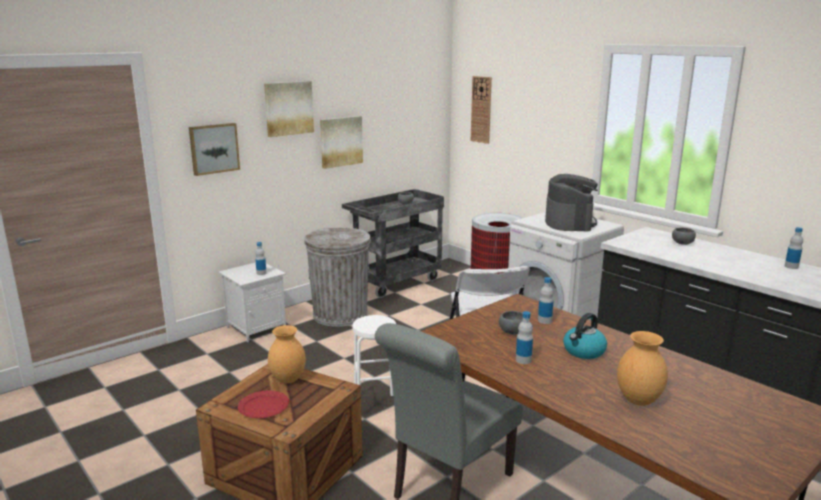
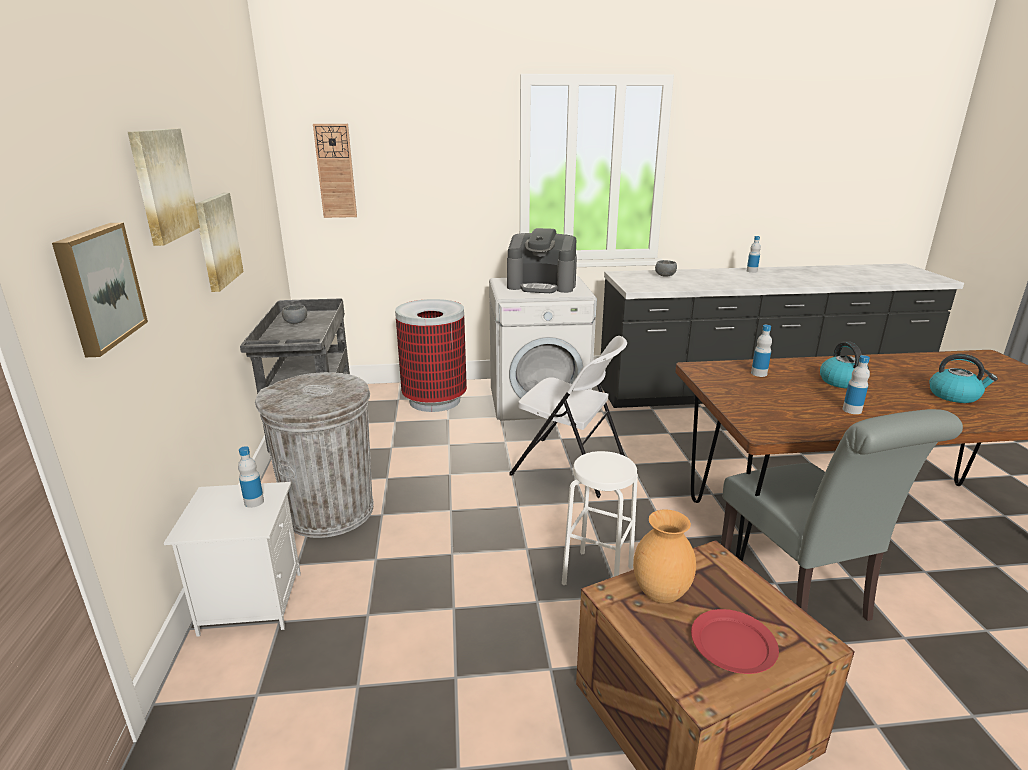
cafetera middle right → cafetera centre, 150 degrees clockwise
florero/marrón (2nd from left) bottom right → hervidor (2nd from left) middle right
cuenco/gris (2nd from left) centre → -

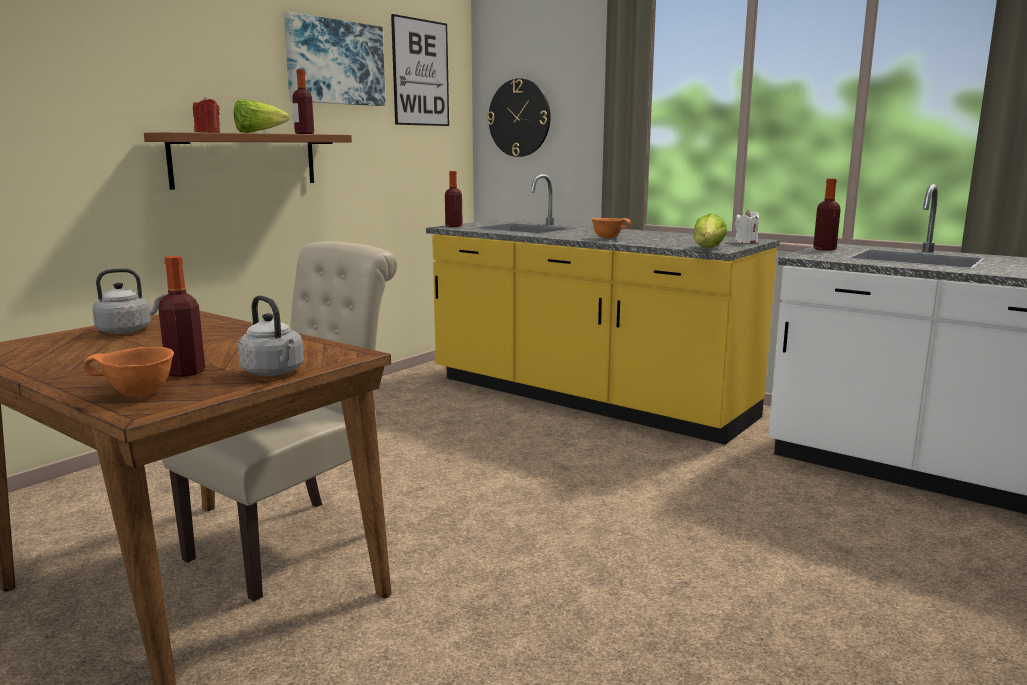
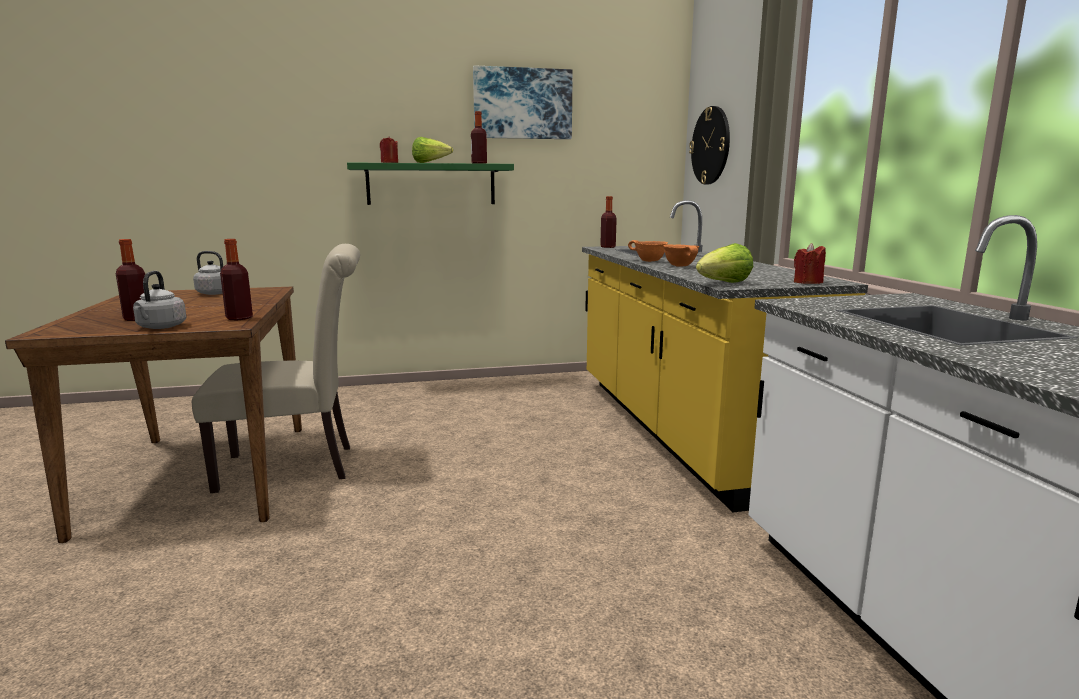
botella (4th from left in the first image) top right → botella (2nd from left) middle left, move
estante/marrón top left → estante/verde top centre
cuenco/naranja (1st from left) middle left → cuenco/naranja (1st from left) centre, move
vela/blanco top right → vela/rojo (2nd from left) middle right
cuadro (2nd from left) top centre → -

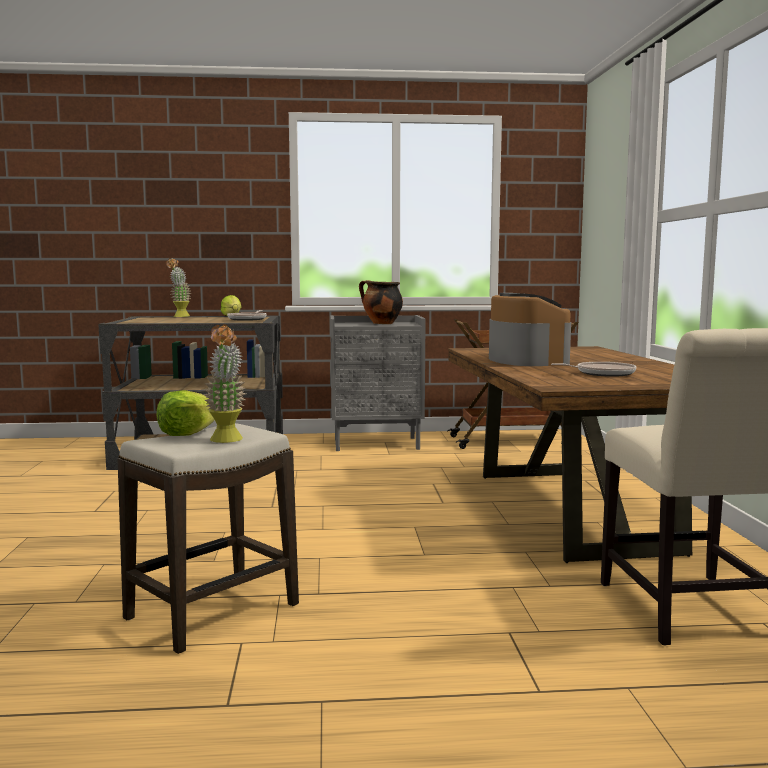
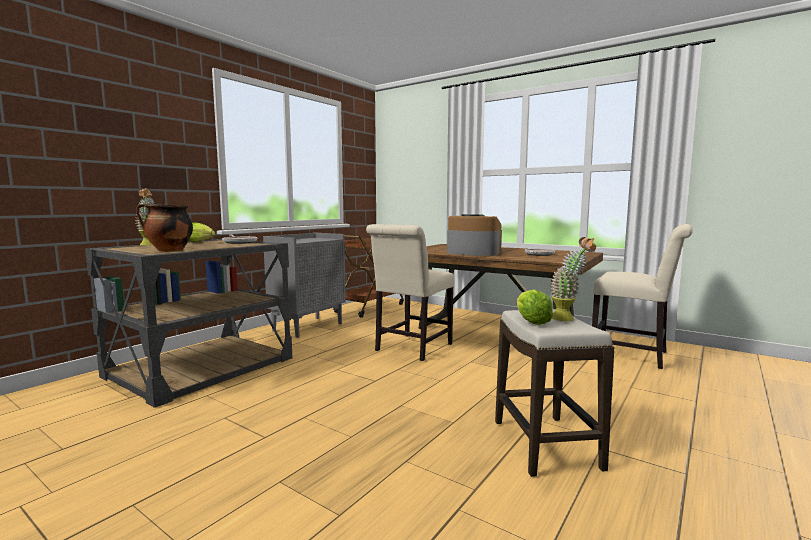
olla centre → olla middle left, move
- → silla/beis (1st from left) centre

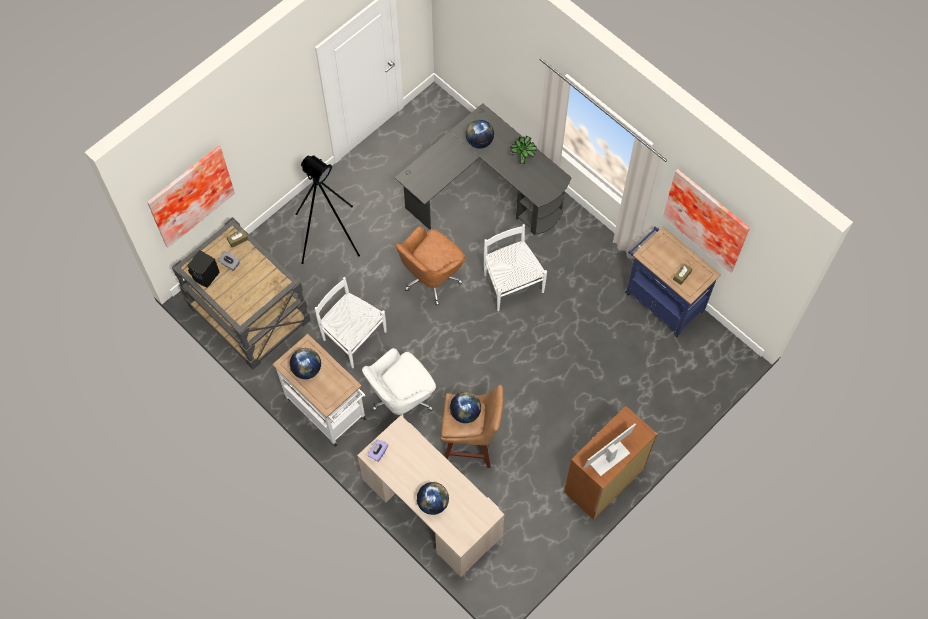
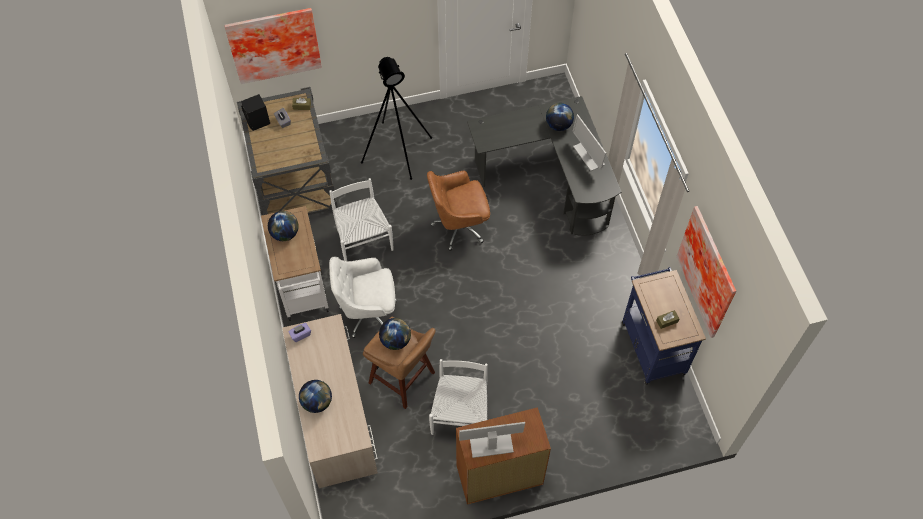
silla/blanco (2nd from left) centre → silla/blanco (2nd from left) bottom centre, move
planta en maceta top centre → monitor (2nd from left) top centre

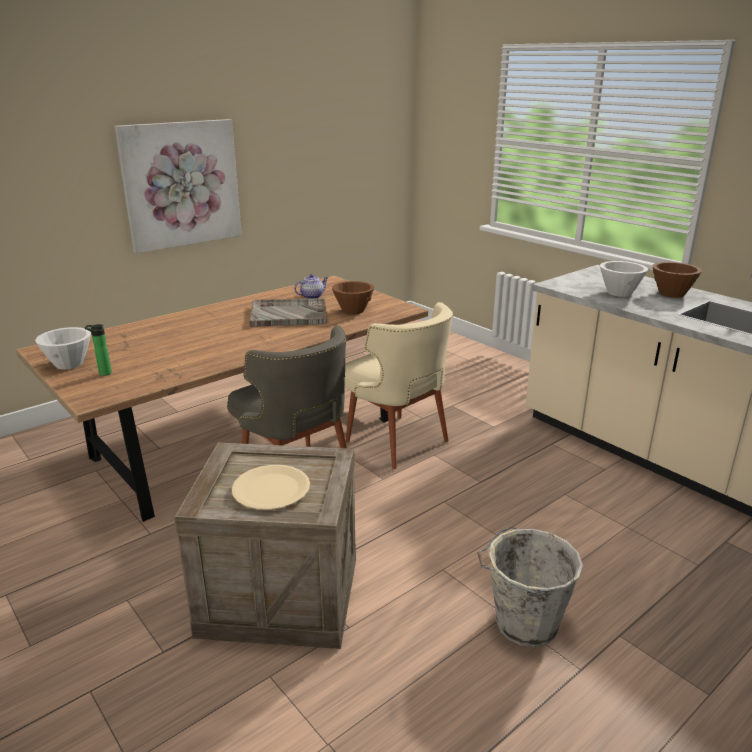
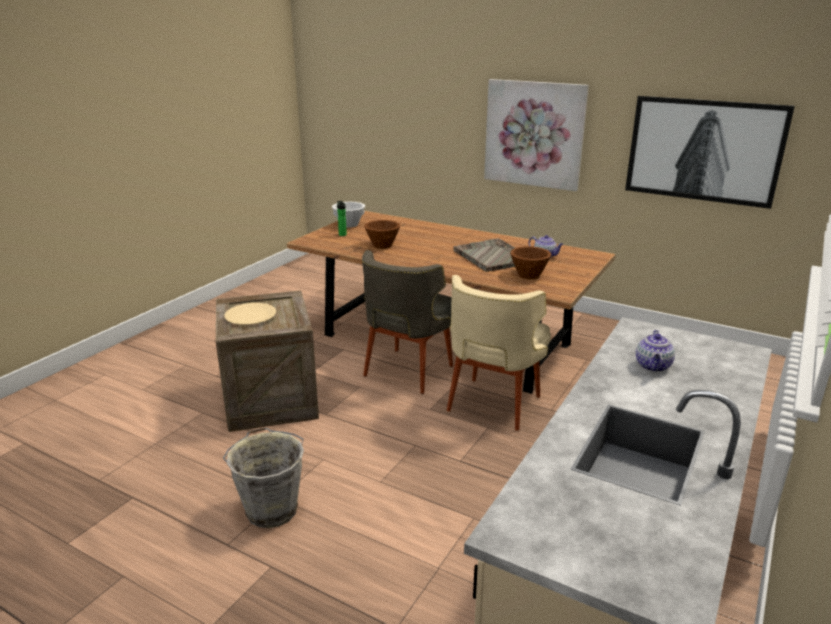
cuenco/marrón (2nd from left in the first image) middle right → cuenco/marrón (1st from left) centre, move
- → cuadro (2nd from left) top right
cuenco/blanco (2nd from left) middle right → tetera (2nd from left) middle right

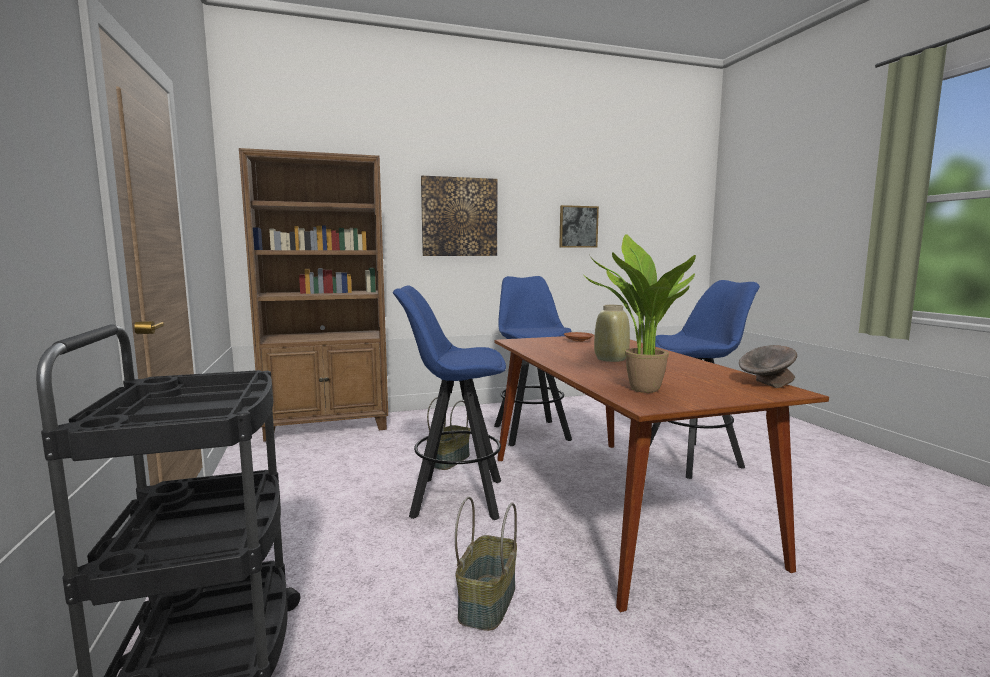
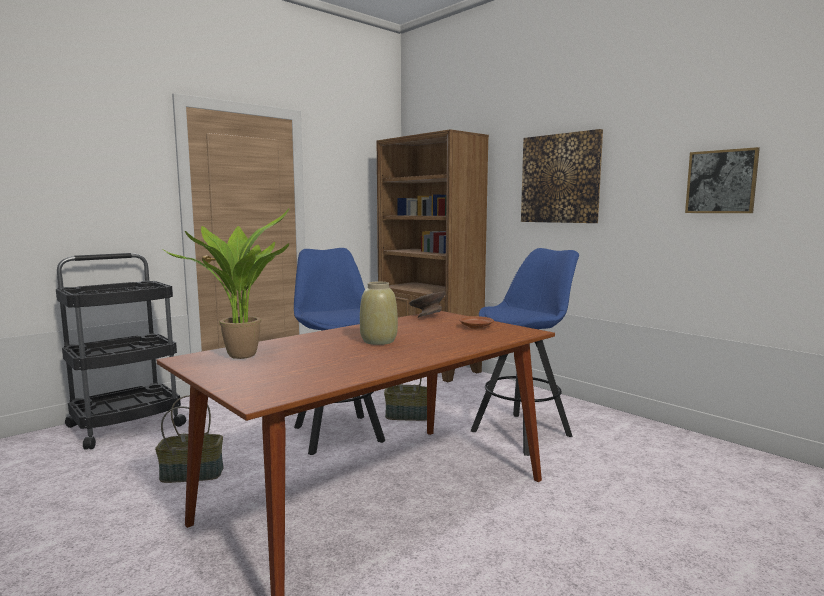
cuenco/gris middle right → cuenco/gris centre, move
taburete/azul (3rd from left) middle right → -

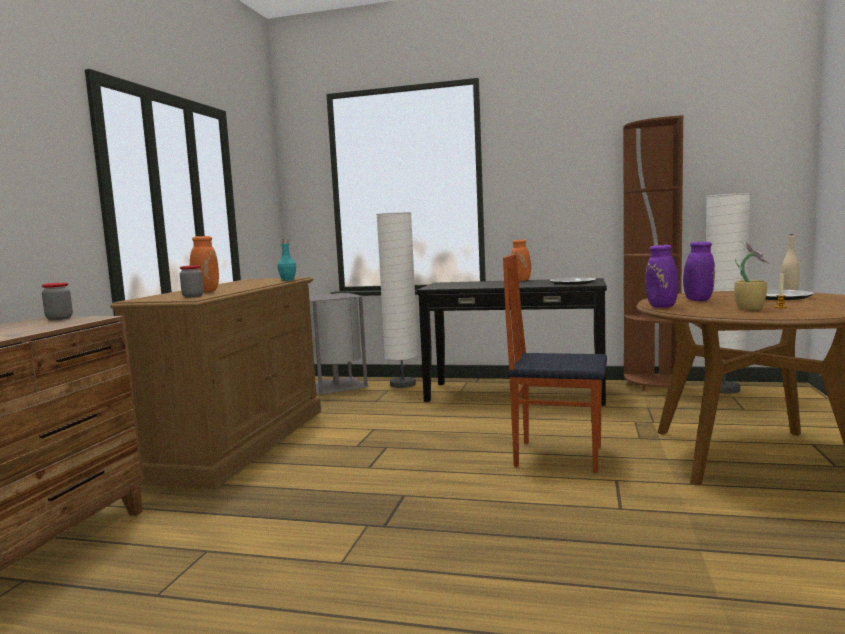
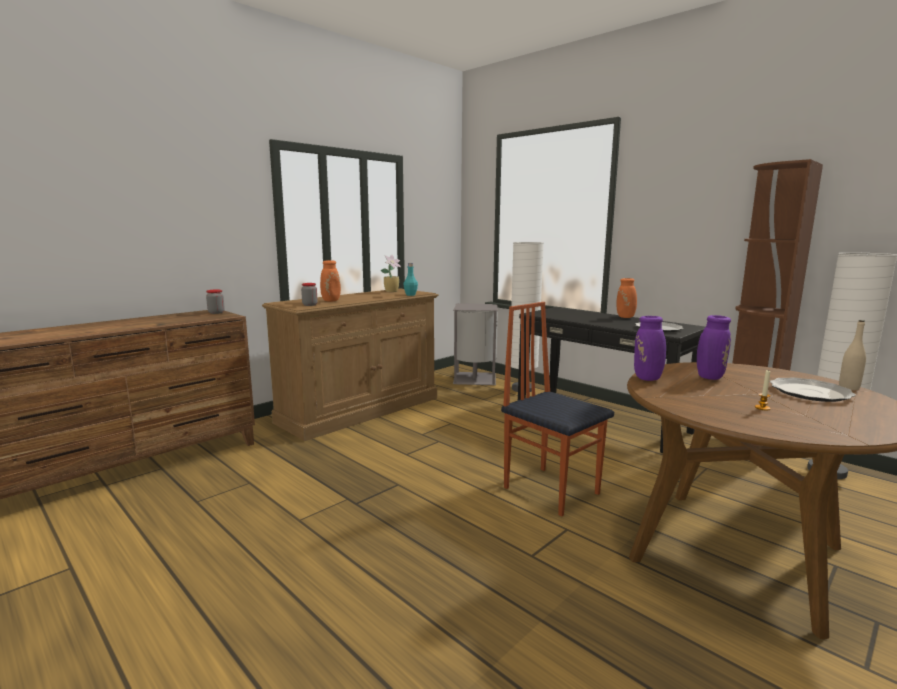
planta en maceta middle right → planta en maceta centre, move

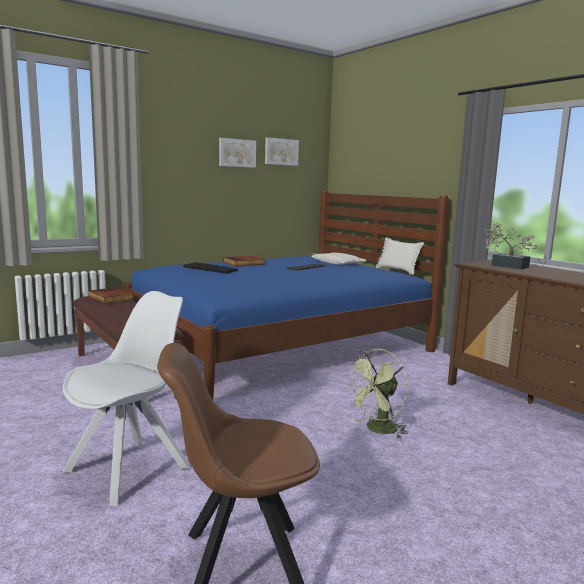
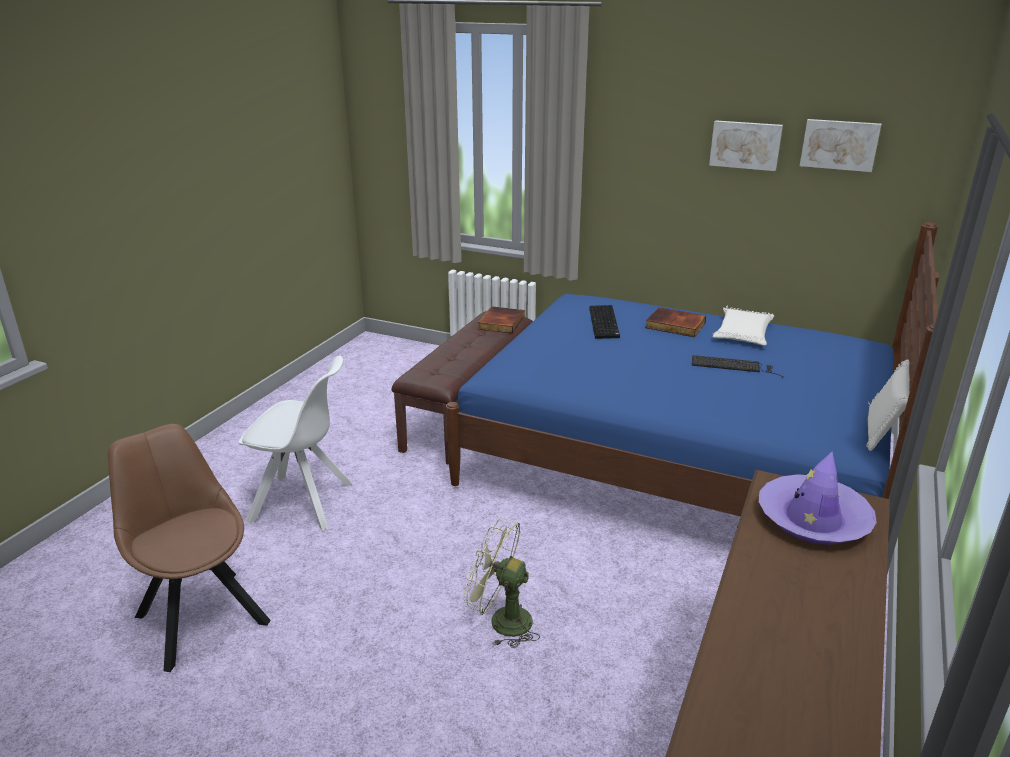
cojín/blanco (1st from left) centre → cojín/blanco (1st from left) middle right, move
planta en maceta middle right → sombrero/morado middle right

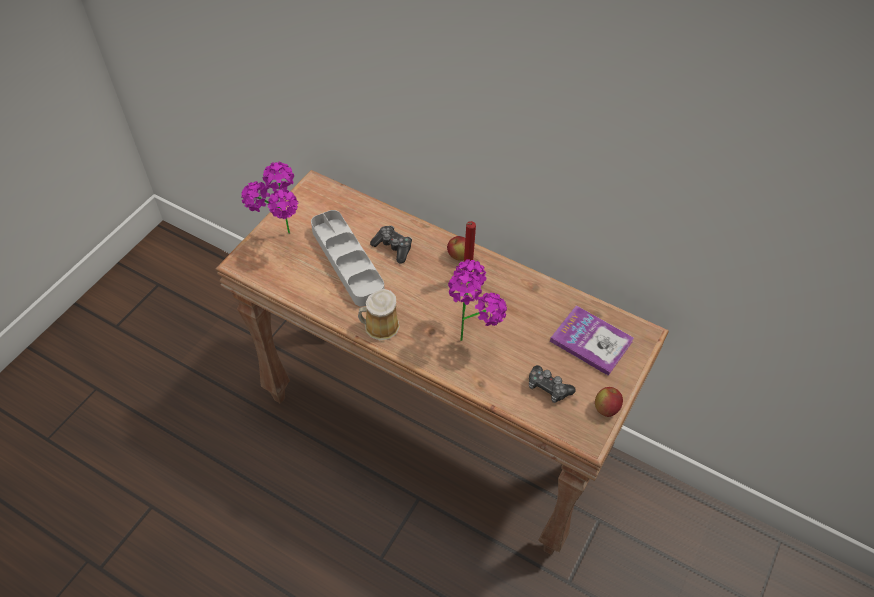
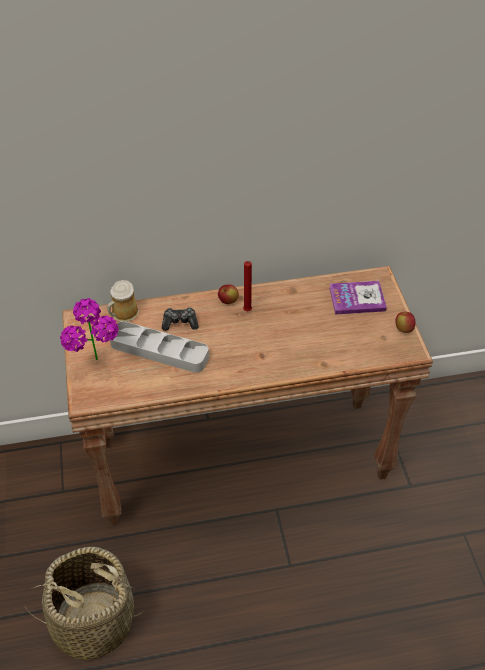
- → cesta bottom left
taza grande centre → taza grande middle left, move
planta en maceta (2nd from left) centre → -
mando de consola (2nd from left) centre → -

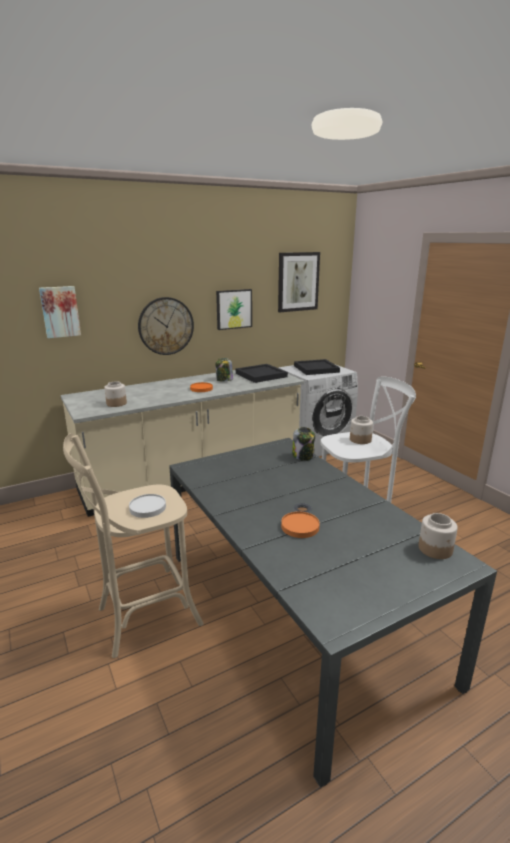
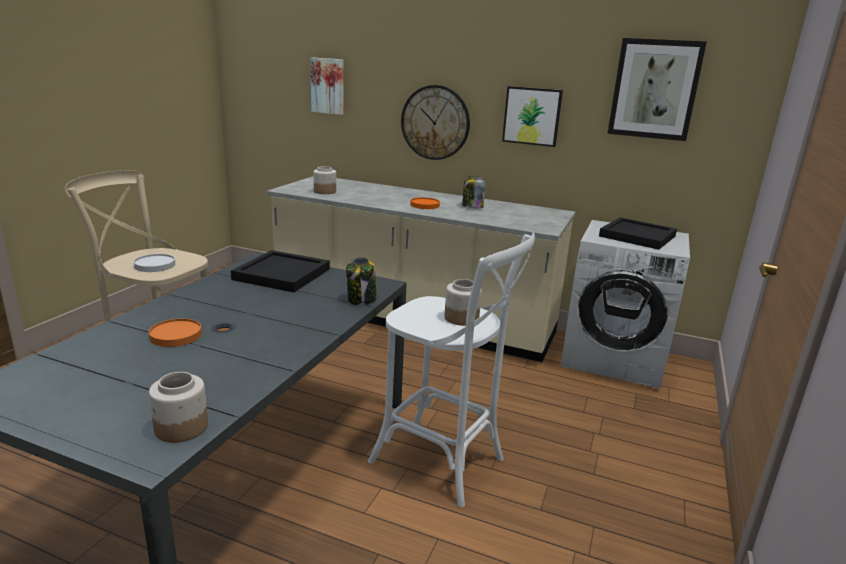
bandeja/negro (1st from left) centre → bandeja/negro (1st from left) middle left, move

